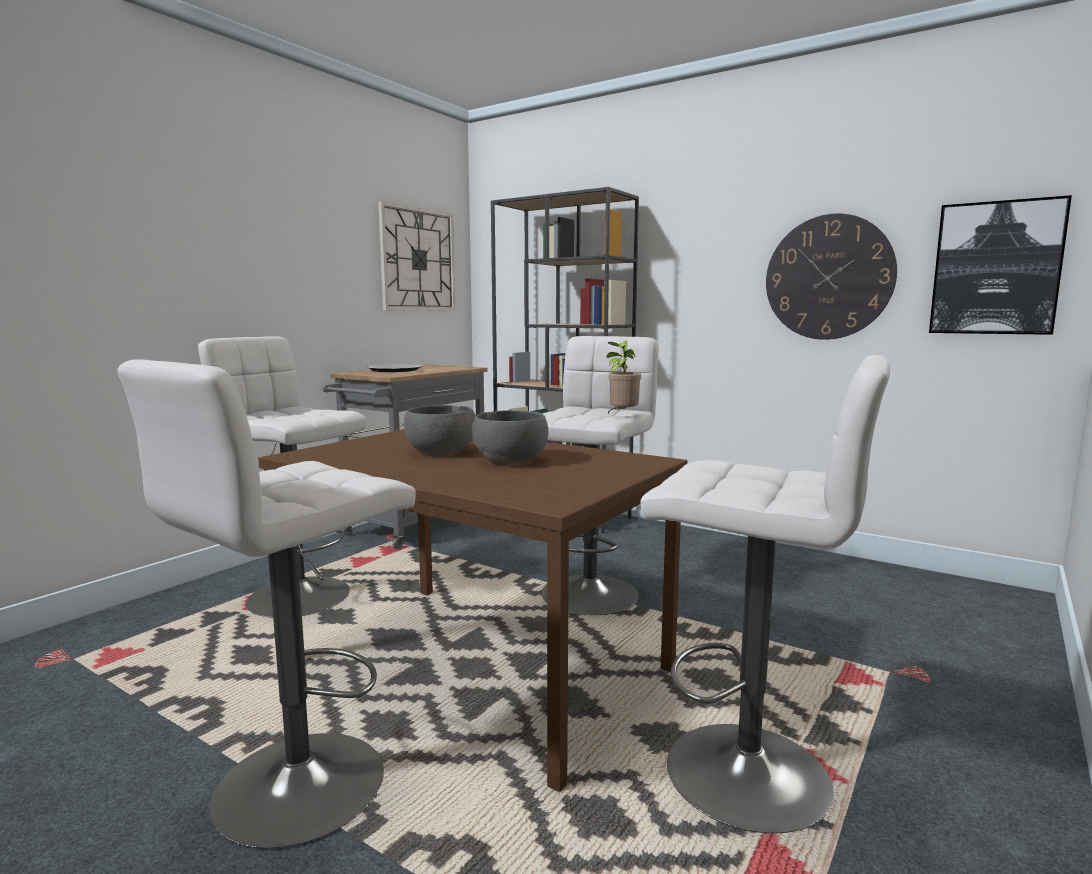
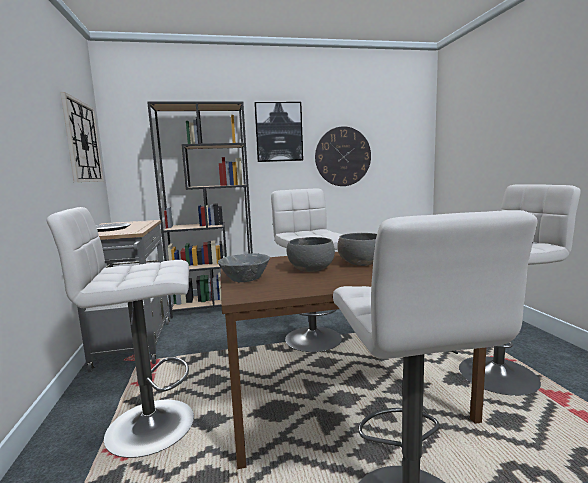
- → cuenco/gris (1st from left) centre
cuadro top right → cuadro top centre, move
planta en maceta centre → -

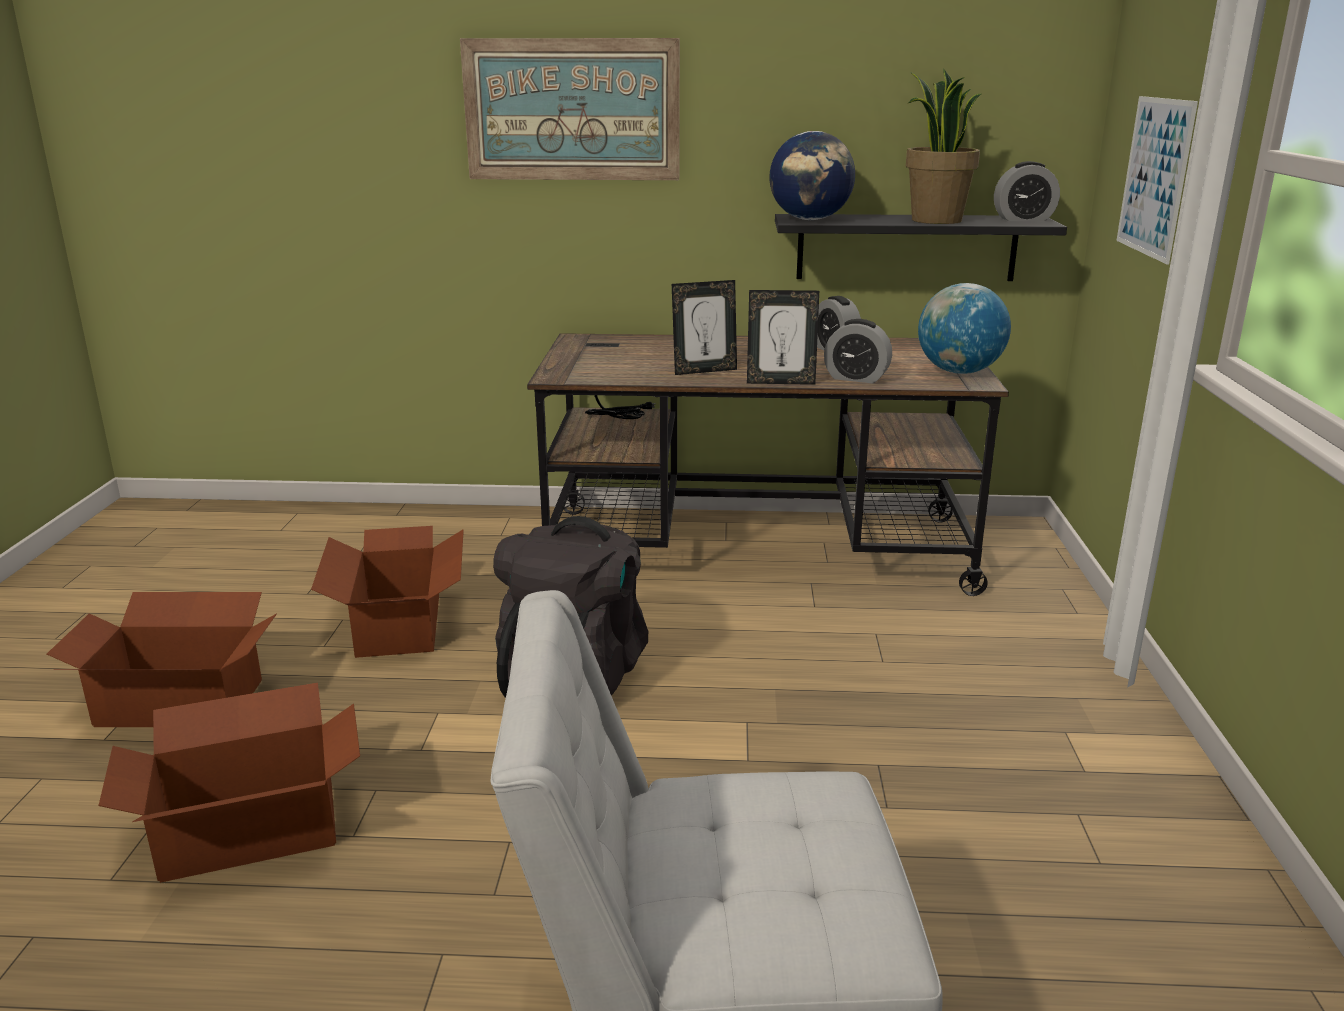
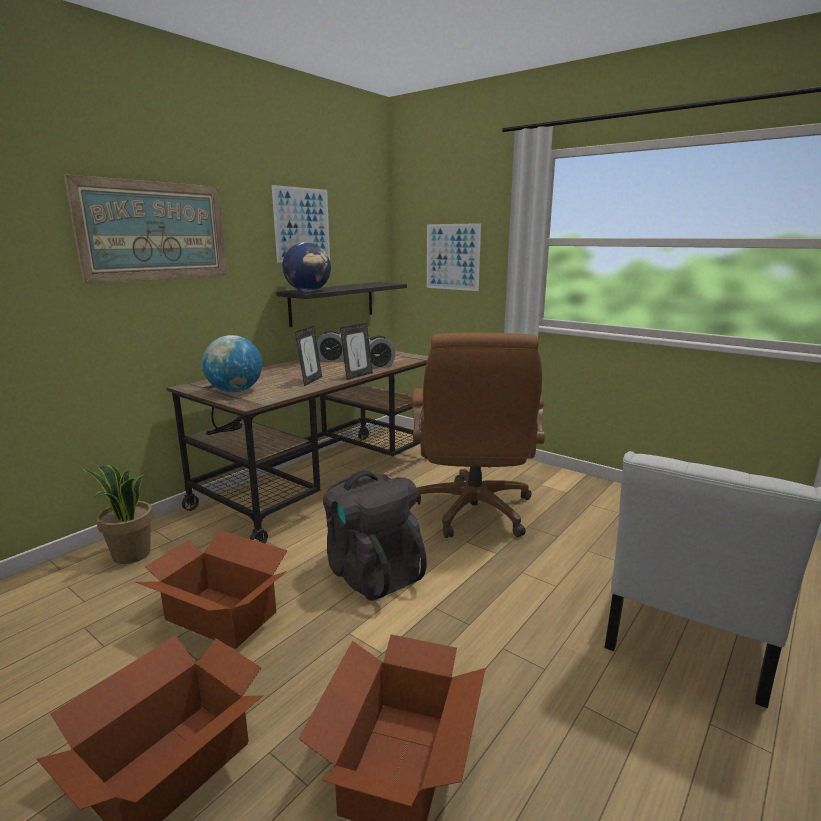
planta en maceta top right → planta en maceta middle left, move
globo terráqueo (2nd from left in the first image) top right → globo terráqueo (1st from left) middle left, move
- → cuadro (2nd from left) top centre
- → silla de oficina/marrón centre
despertador (3rd from left) top right → -

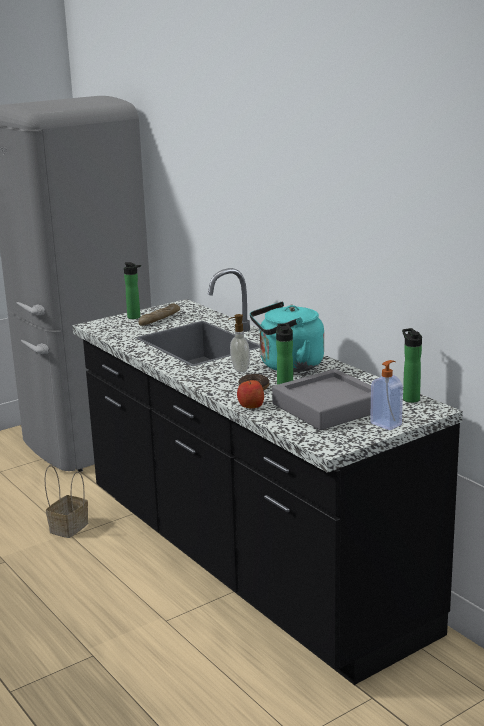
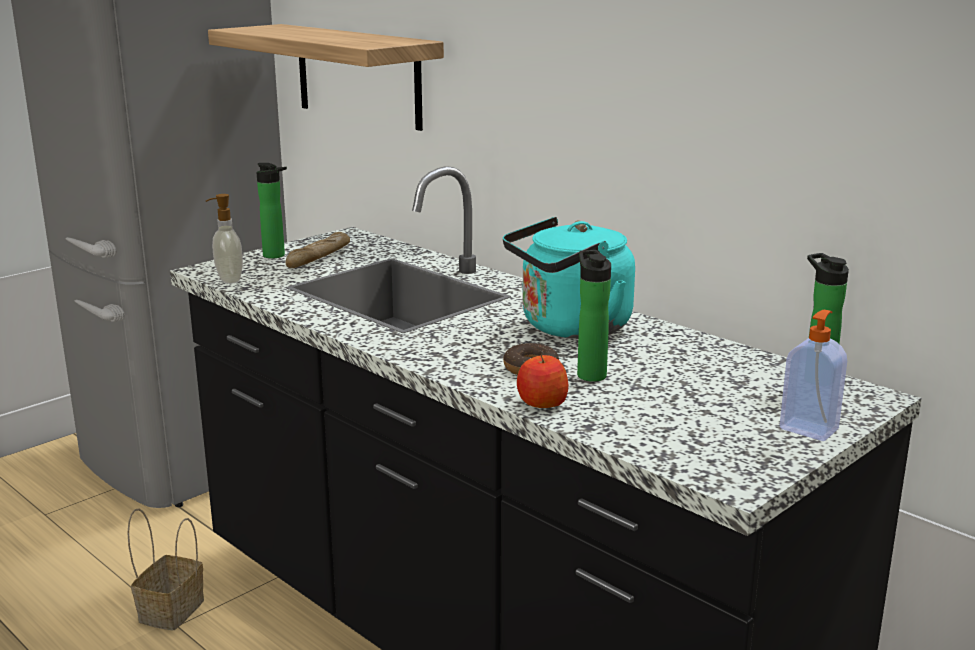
dispensador de jabón (1st from left) centre → dispensador de jabón (1st from left) middle left, move
- → estante top centre
bandeja/gris centre → -

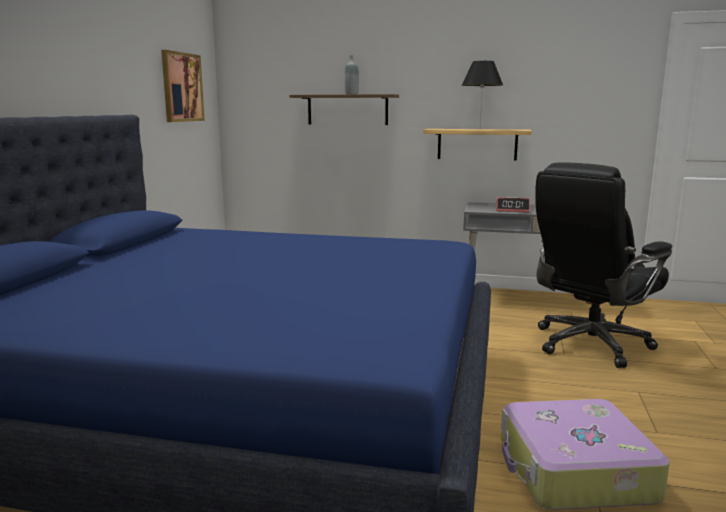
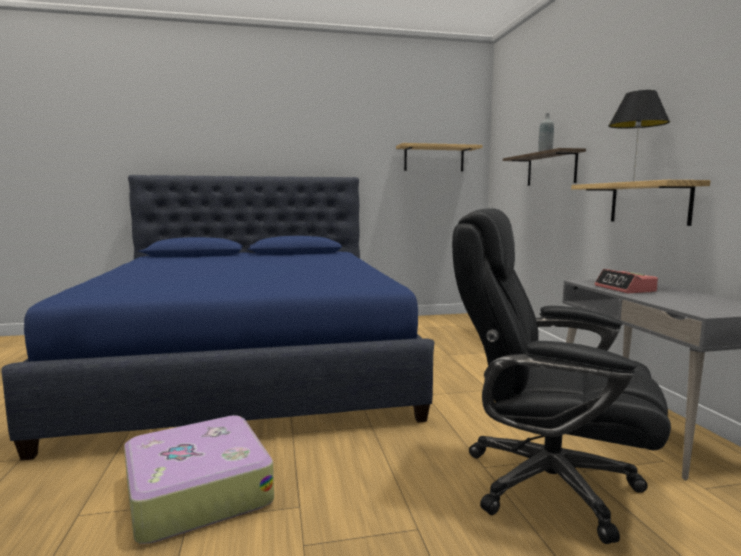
cuadro top left → estante (1st from left) top centre

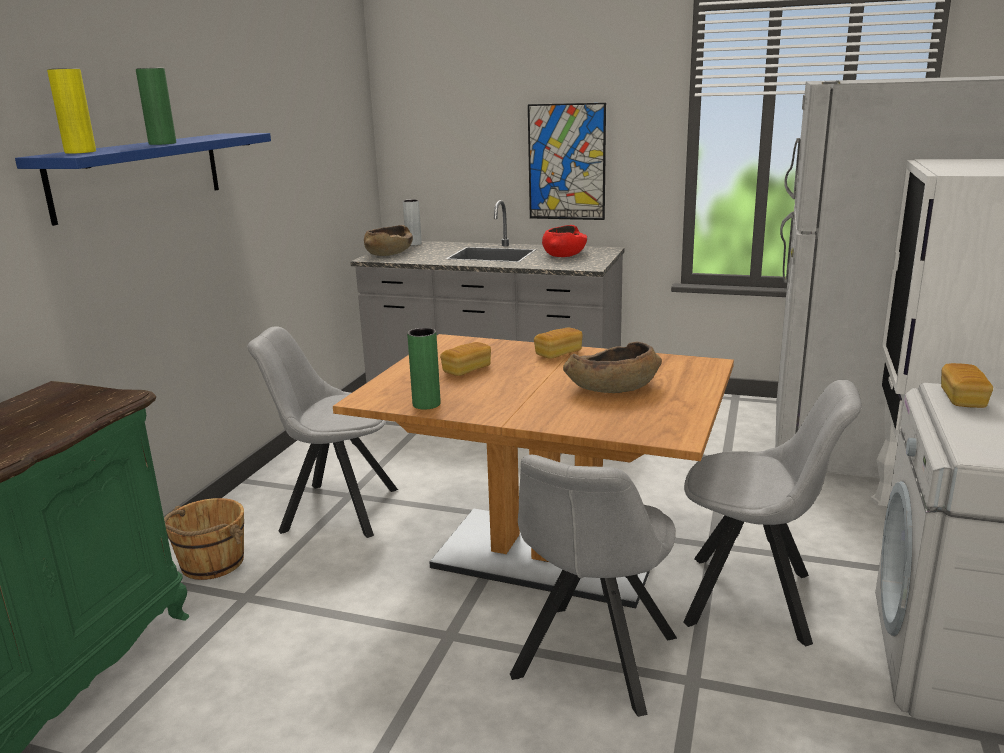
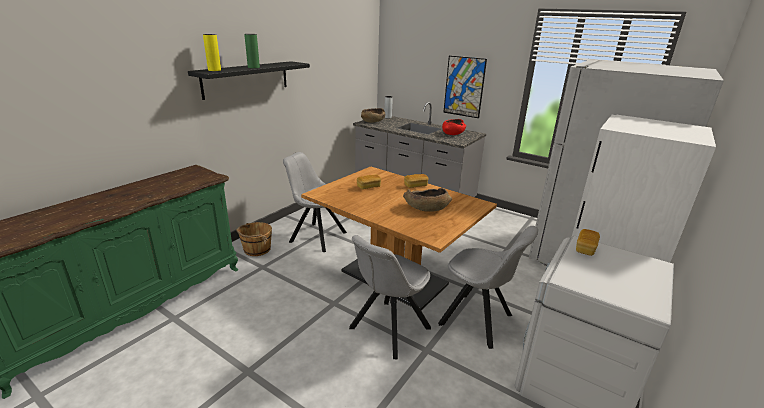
estante/azul top left → estante/negro top left
florero/verde (2nd from left) centre → -

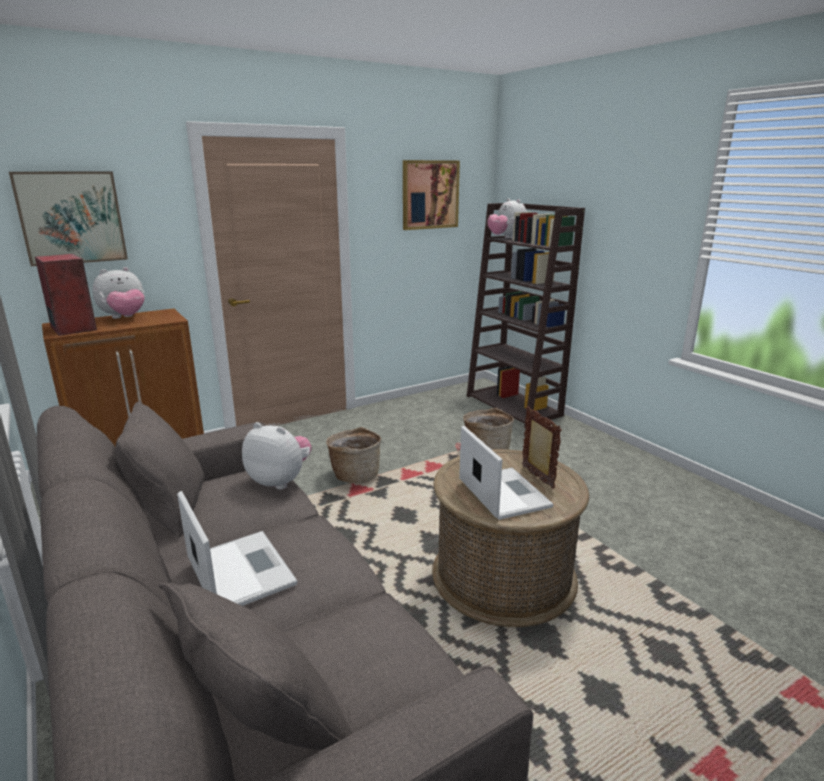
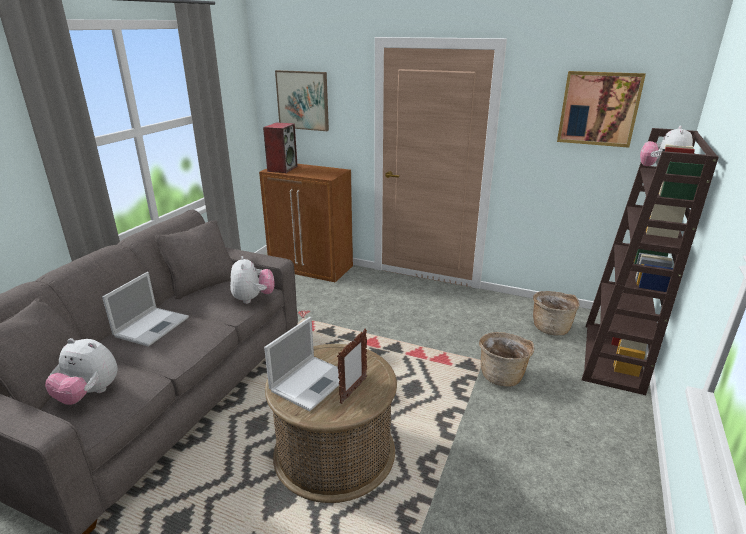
peluche (1st from left) middle left → peluche (1st from left) bottom left, move
cesta (1st from left in the first image) centre → cesta (2nd from left) middle right, move

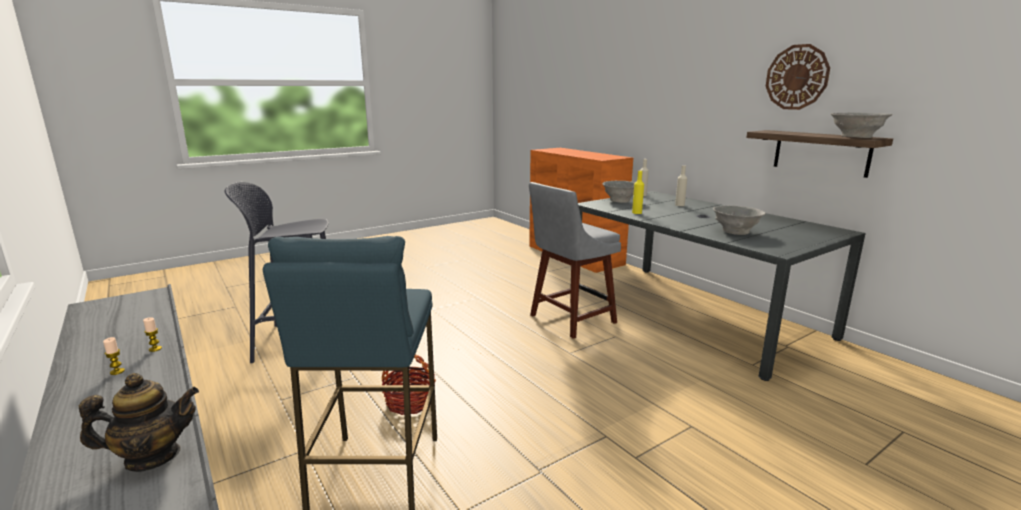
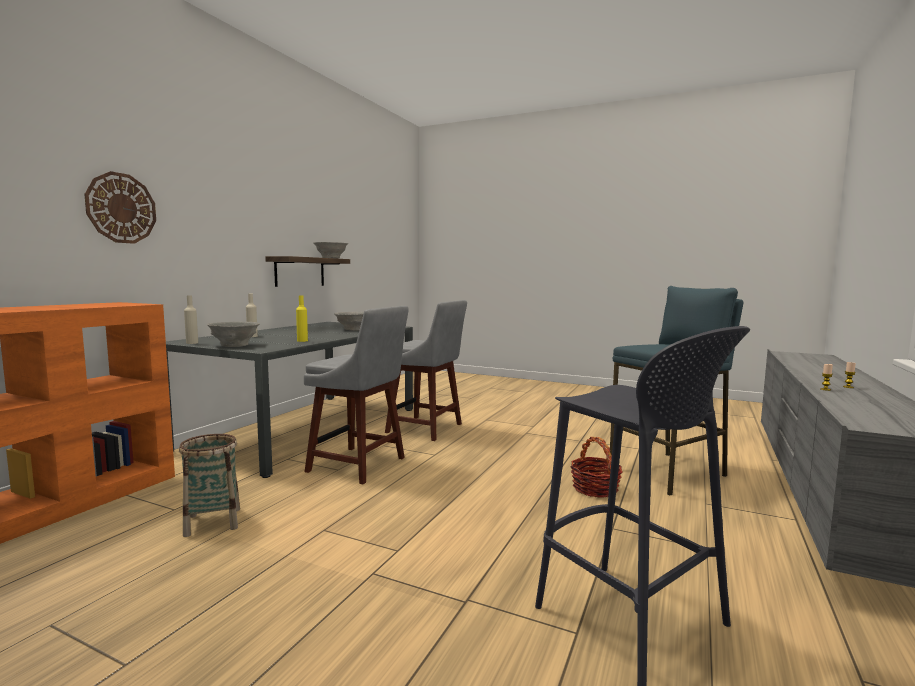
reloj de pared top right → reloj de pared top left, move
- → cesta (1st from left) bottom left
- → silla/gris (2nd from left) centre
tetera bottom left → -

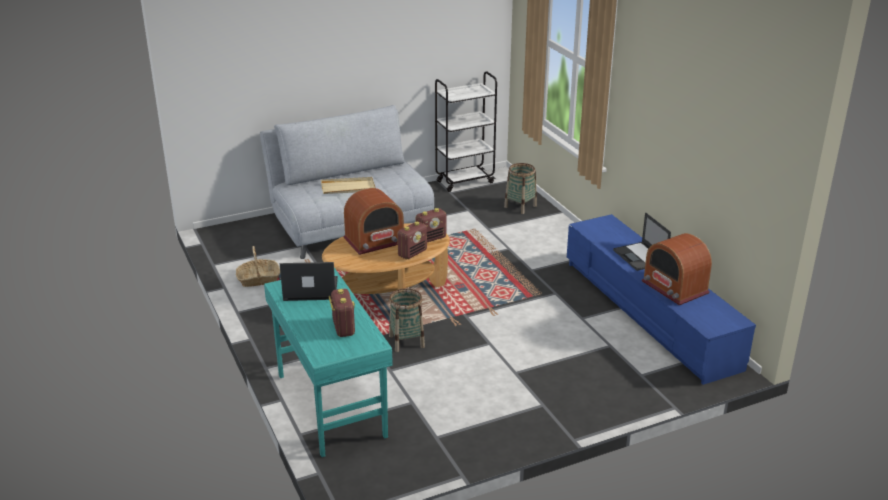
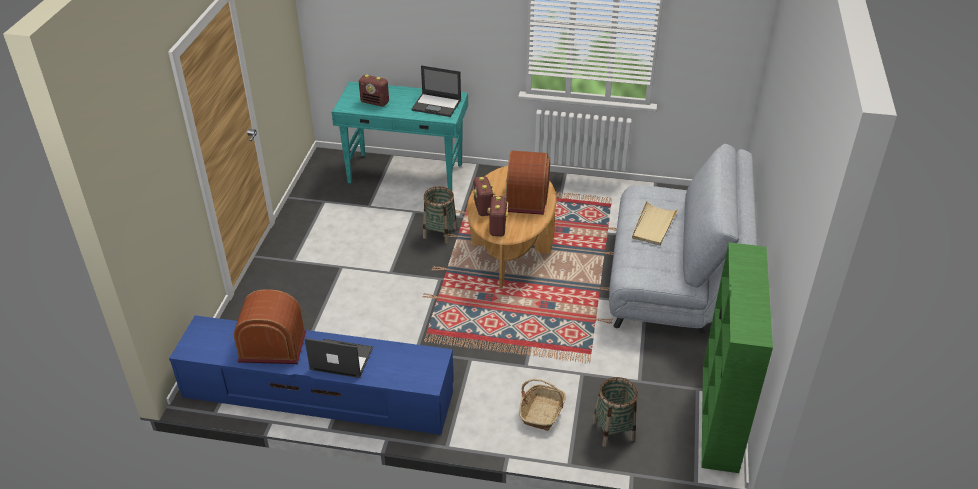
portátil (1st from left in the first image) centre → portátil (2nd from left) top centre, 75 degrees clockwise
cesta (1st from left in the first image) middle left → cesta (2nd from left) bottom centre, move
carrito/blanco top centre → estantería/verde bottom right

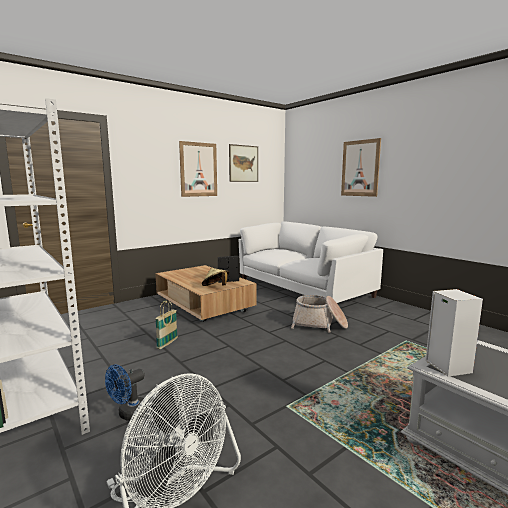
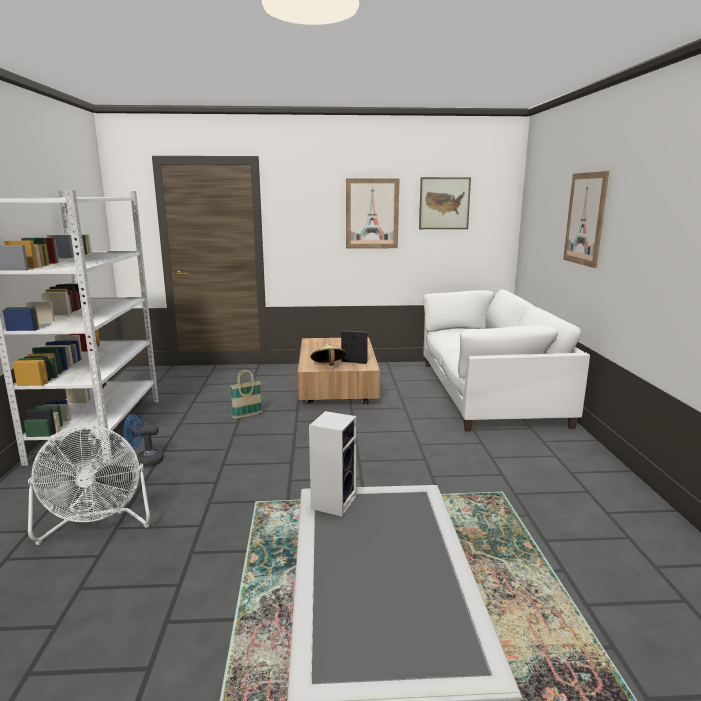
cesta (2nd from left) centre → -

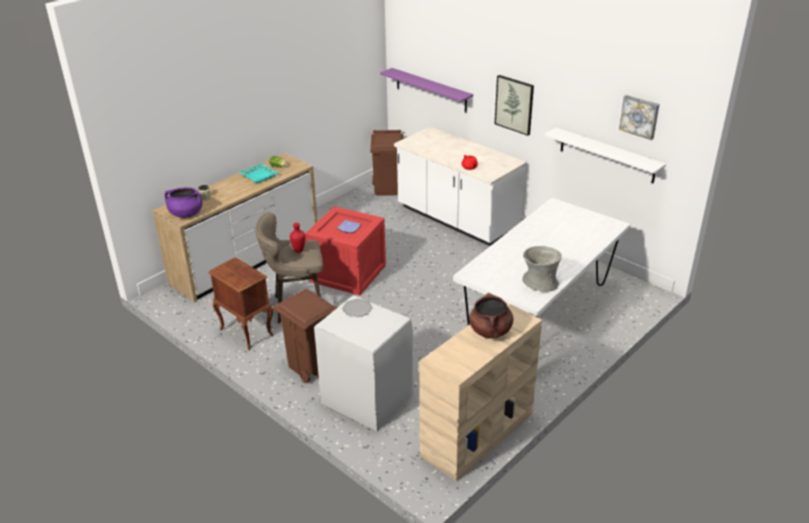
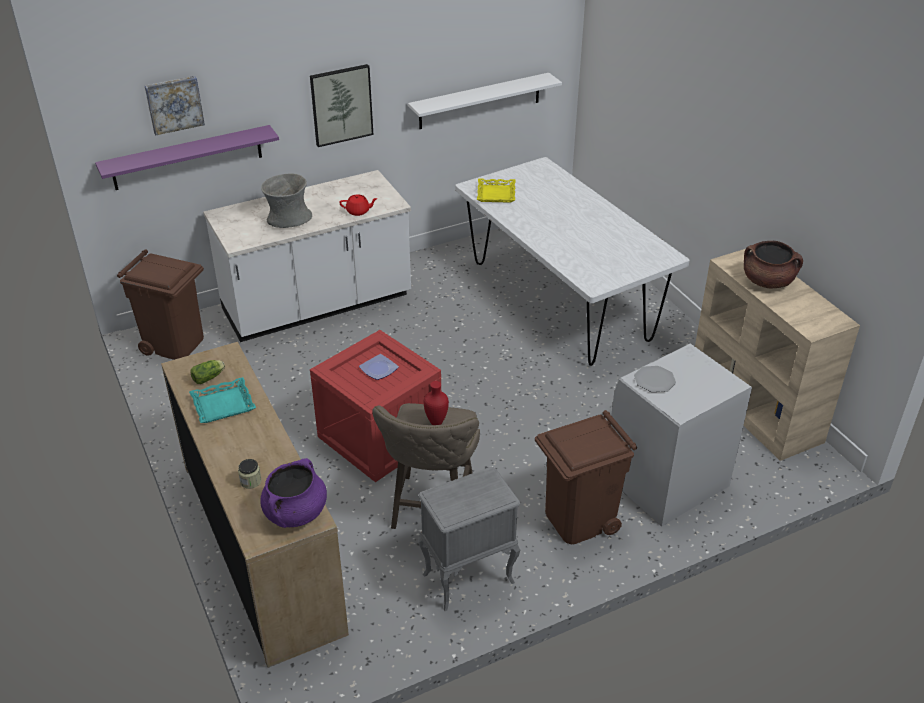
cuadro (2nd from left in the first image) top right → cuadro (1st from left) top left, move
florero/gris middle right → florero/gris top left, move
mesita de noche/marrón middle left → mesita de noche/gris bottom centre
- → bandeja/amarillo top centre

